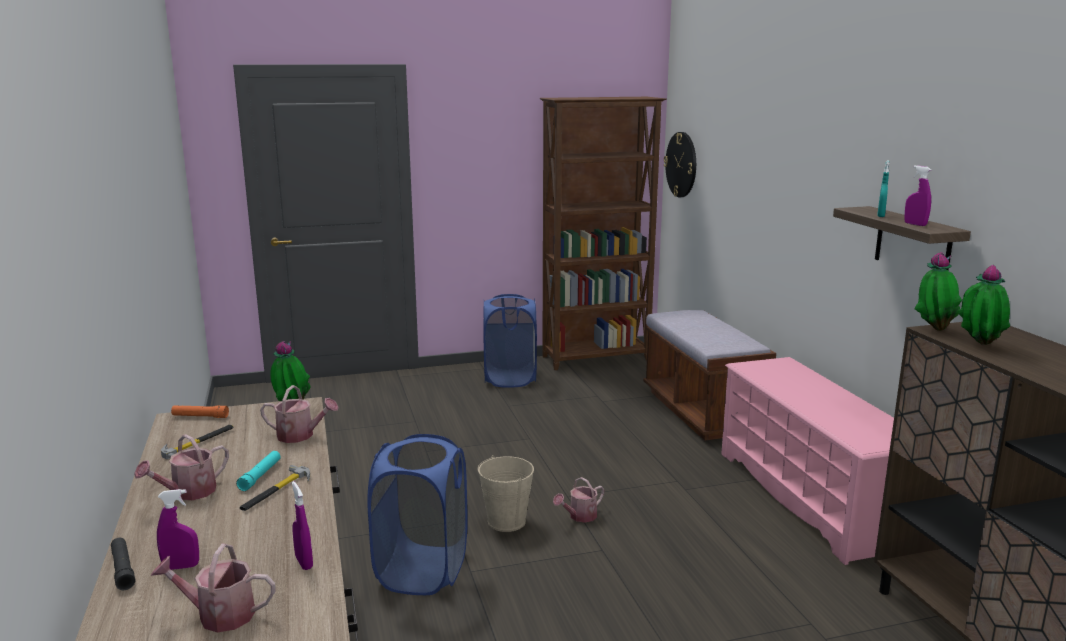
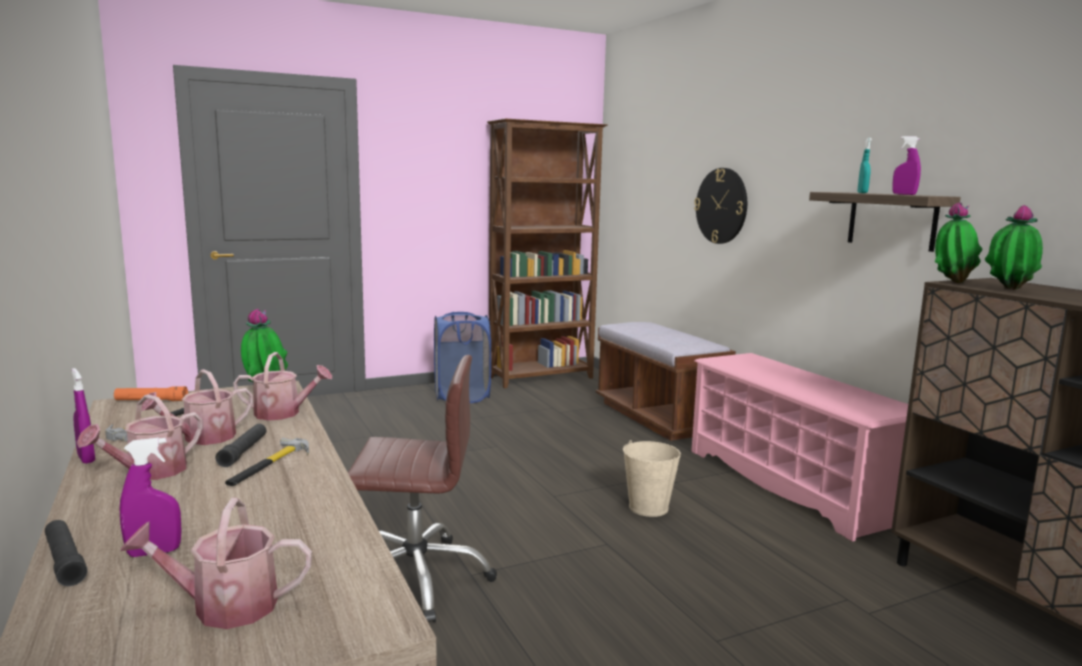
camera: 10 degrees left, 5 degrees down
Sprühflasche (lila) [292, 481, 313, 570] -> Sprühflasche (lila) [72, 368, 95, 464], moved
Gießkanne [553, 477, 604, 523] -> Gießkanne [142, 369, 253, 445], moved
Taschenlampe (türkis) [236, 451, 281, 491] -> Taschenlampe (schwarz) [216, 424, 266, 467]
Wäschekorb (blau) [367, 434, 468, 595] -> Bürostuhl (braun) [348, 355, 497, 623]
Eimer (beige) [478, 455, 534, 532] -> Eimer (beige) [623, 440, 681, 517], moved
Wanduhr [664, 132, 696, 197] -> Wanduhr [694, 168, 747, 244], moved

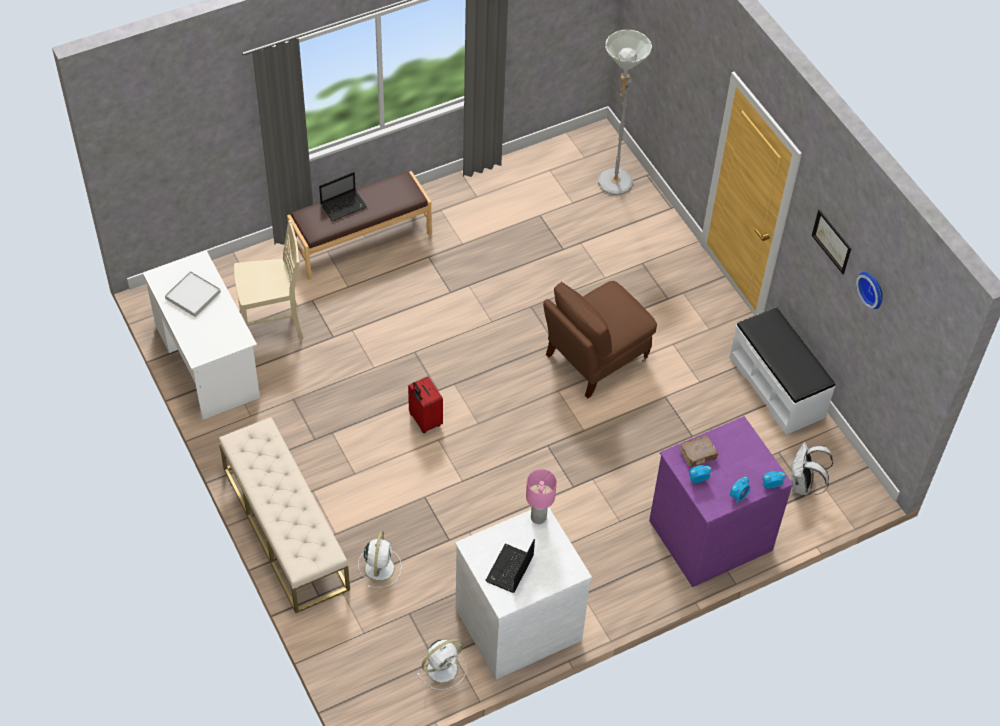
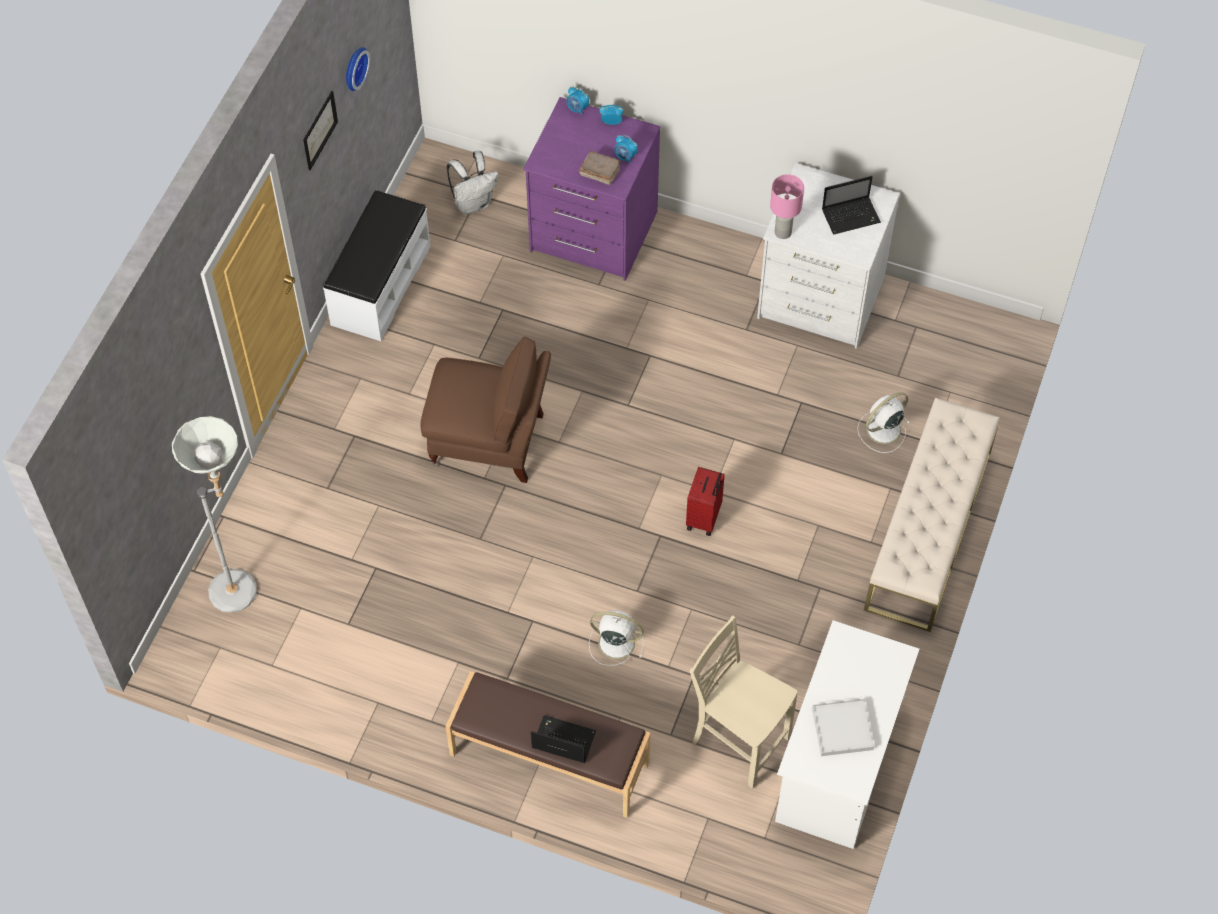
camera: 130 degrees left, 5 degrees up
Ventilator (weiß) [417, 639, 466, 690] -> Ventilator (weiß) [589, 610, 644, 666], moved

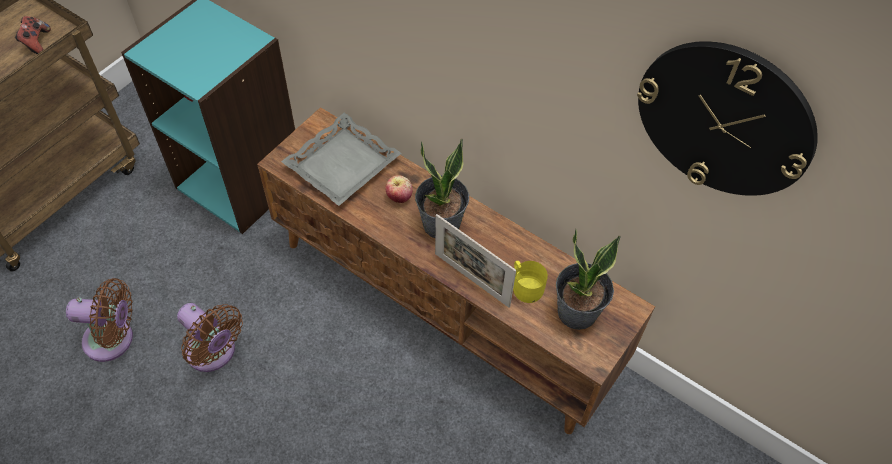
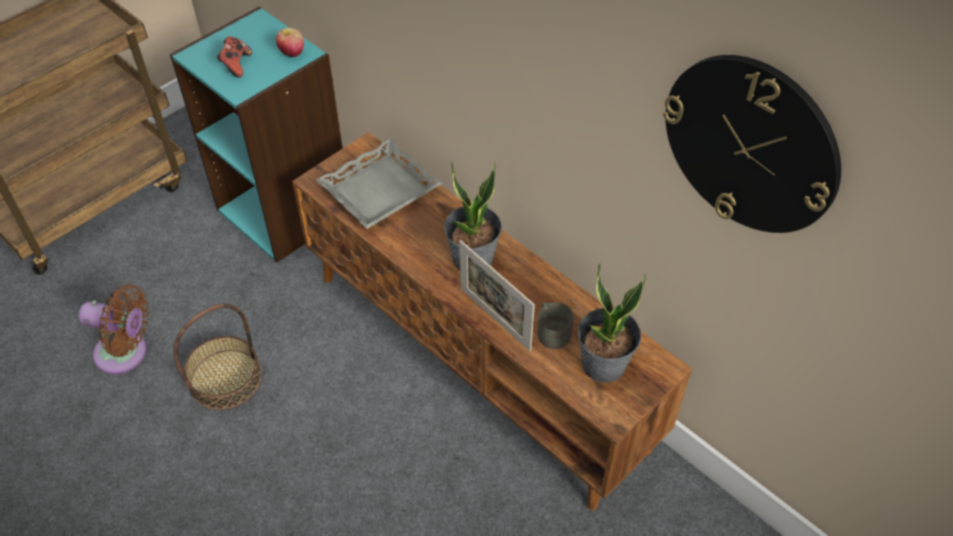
camera: 10 degrees right, 5 degrees down
Ventilator (braun) [177, 303, 243, 372] -> Korb [174, 304, 262, 410]
Gamepad [15, 16, 51, 54] -> Gamepad [217, 36, 252, 78], moved
Apfel [385, 175, 412, 203] -> Apfel [276, 27, 304, 57], moved
Henkelbecher (gelb) [513, 261, 548, 303] -> Henkelbecher (grau) [537, 302, 574, 349]

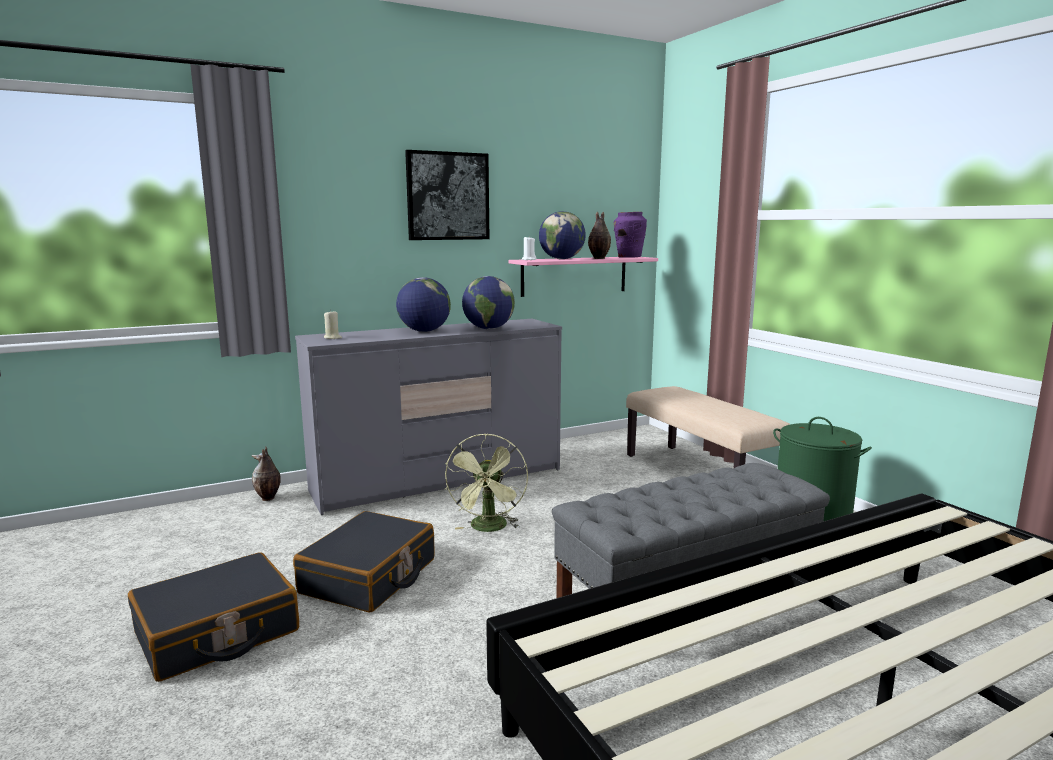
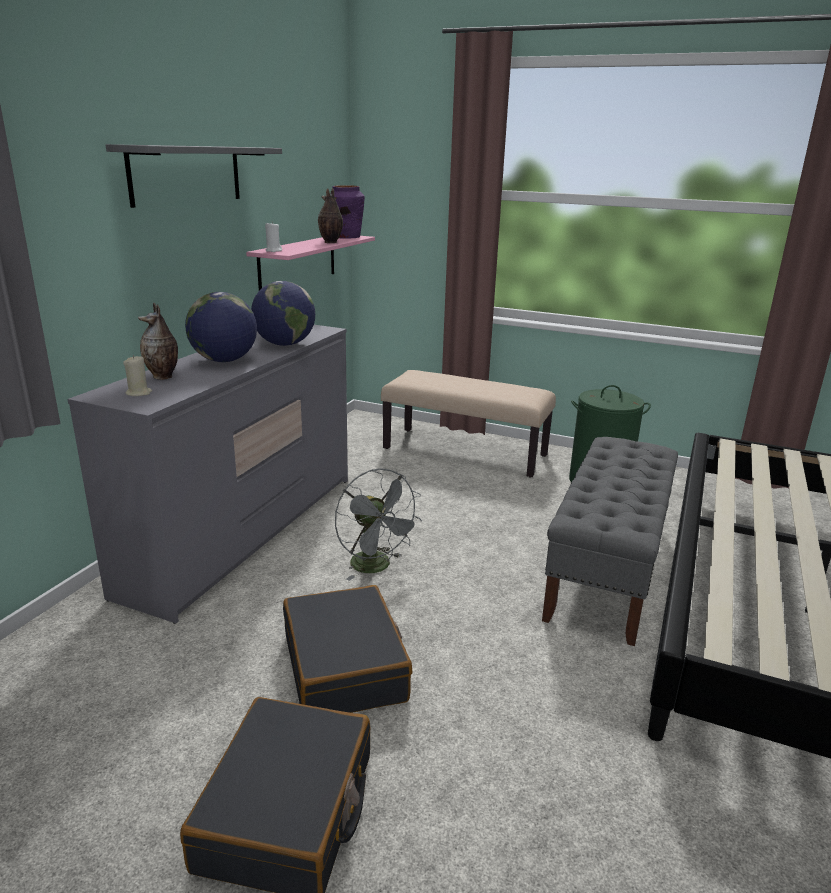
camera: 40 degrees left, 10 degrees up
Bild [405, 150, 490, 240] -> Wandregal (grau) [106, 144, 282, 208]
Vase [252, 446, 281, 501] -> Vase [138, 303, 178, 380], moved
Ventilator (grün) [445, 433, 528, 532] -> Ventilator (grau) [335, 469, 422, 581]
Globus [539, 211, 586, 259] -> none

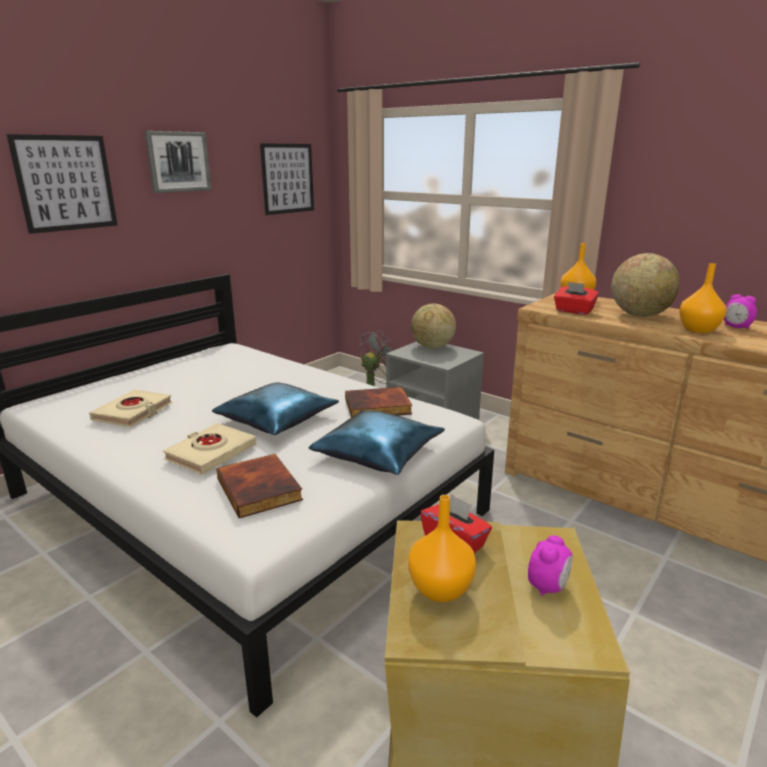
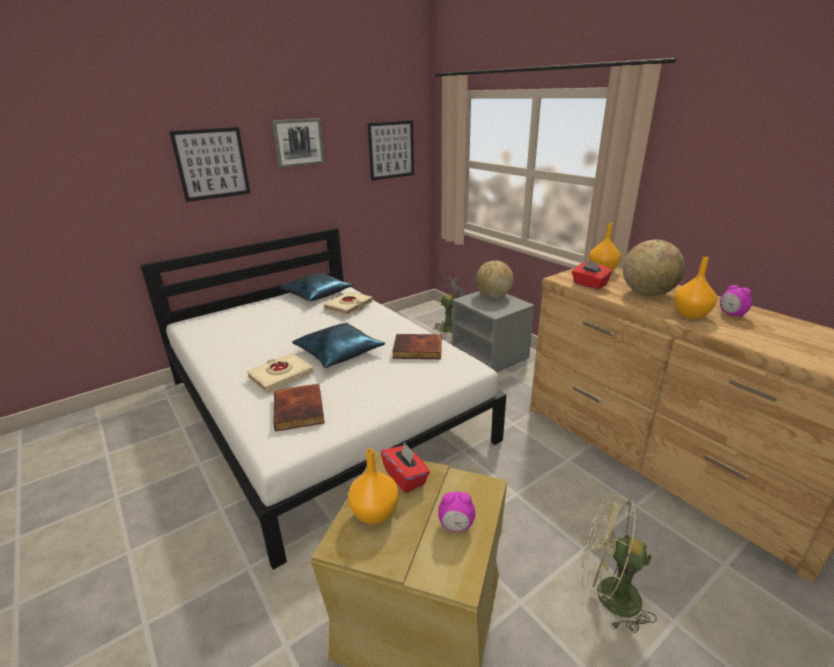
camera: 15 degrees right, 5 degrees up
Kissen (blau) [309, 410, 445, 475] -> Kissen (blau) [280, 273, 353, 301], moved
Buch (beige) [89, 390, 173, 427] -> Buch (beige) [324, 291, 373, 316], moved
Wecker [528, 535, 573, 596] -> Wecker [438, 492, 475, 532], 45 degrees clockwise
none -> Ventilator (grün) [582, 495, 657, 633]

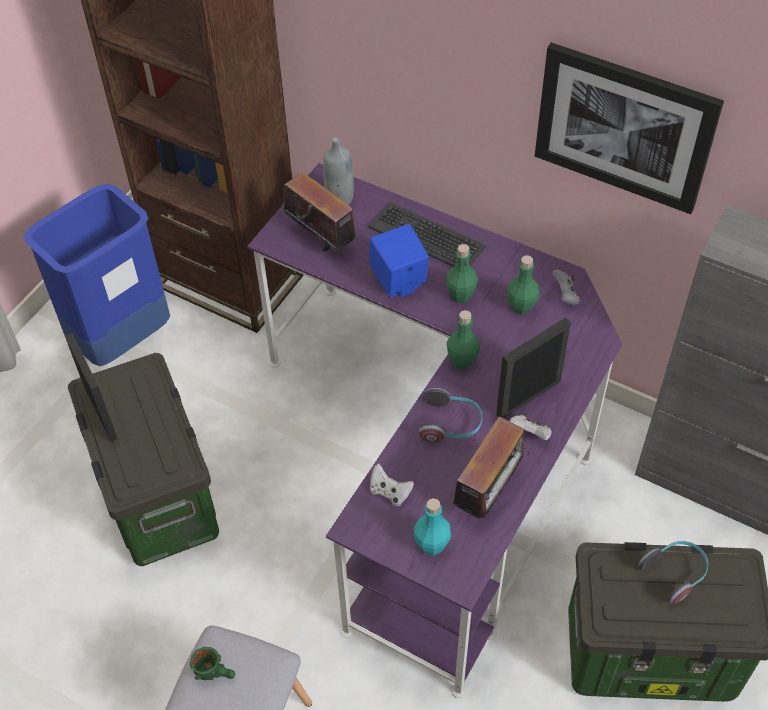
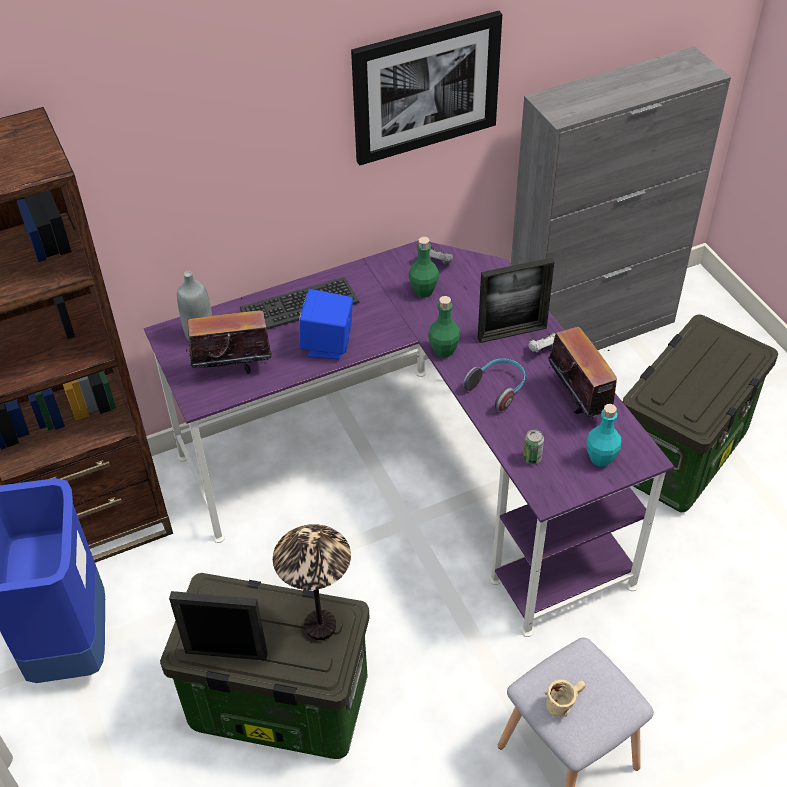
camera: 55 degrees left, 5 degrees down
none -> Tischlampe [273, 524, 351, 640]
Bilderrahmen [496, 317, 571, 418] -> Bilderrahmen [478, 257, 554, 343], 105 degrees counterclockwise
Gamepad (weiß) [370, 464, 414, 506] -> Dose [523, 430, 544, 465]
Henkelbecher (grün) [190, 647, 235, 680] -> Henkelbecher (beige) [545, 679, 586, 717]
Flasche (grün) [445, 244, 478, 303] -> none
Kopfhörer [638, 541, 709, 604] -> none

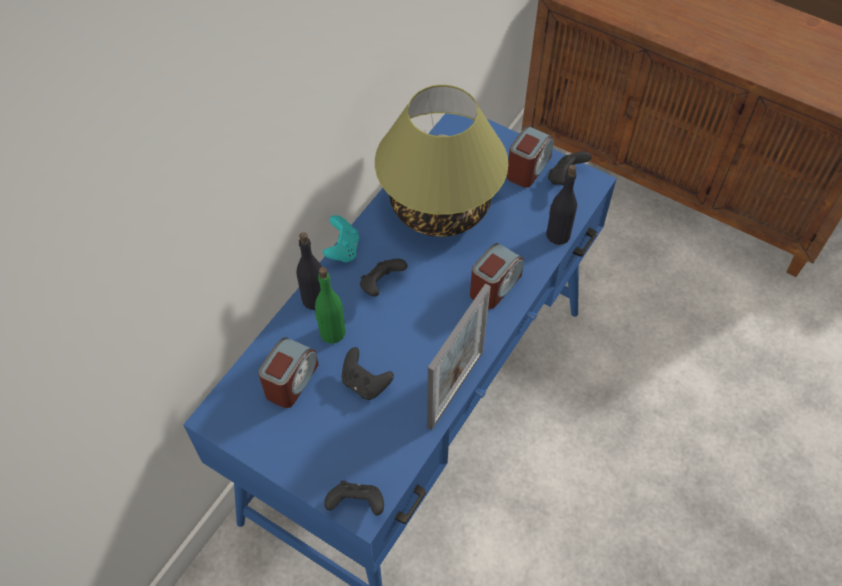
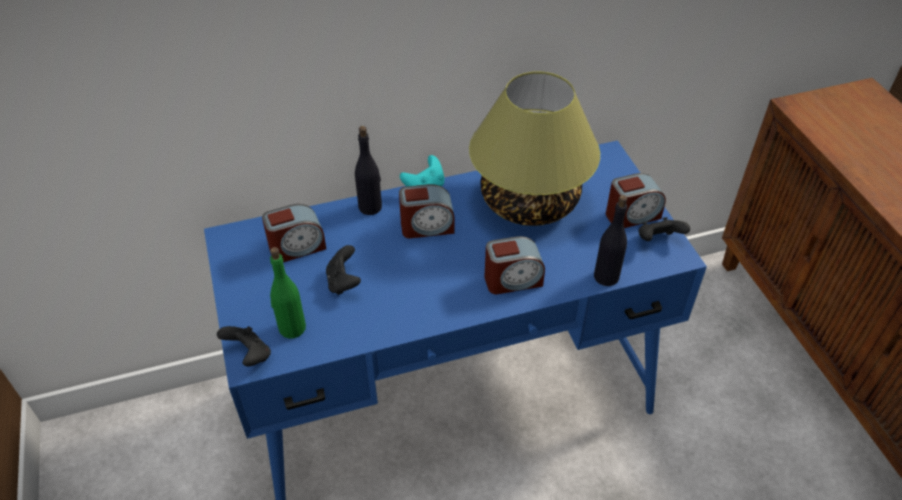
camera: 40 degrees right, 10 degrees down
Flasche (grün) [315, 267, 346, 343] -> Flasche (grün) [270, 247, 306, 338], moved
Gamepad (schwarz) [360, 259, 407, 296] -> Wecker [399, 184, 455, 238]
Bilderrahmen [427, 283, 491, 430] -> none

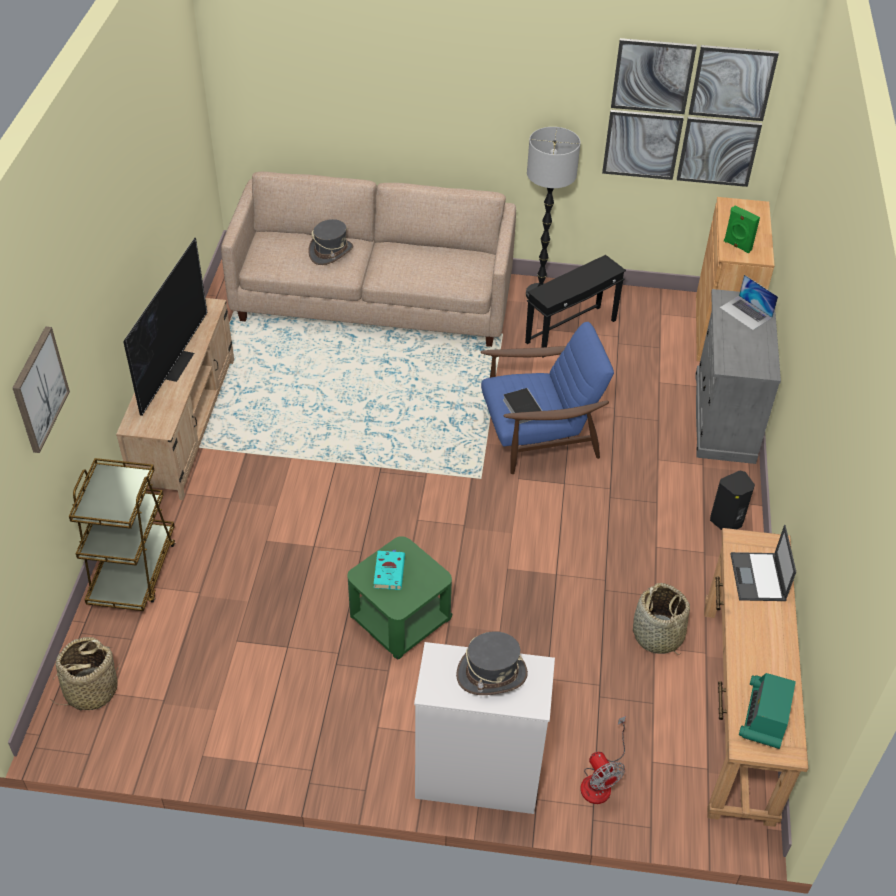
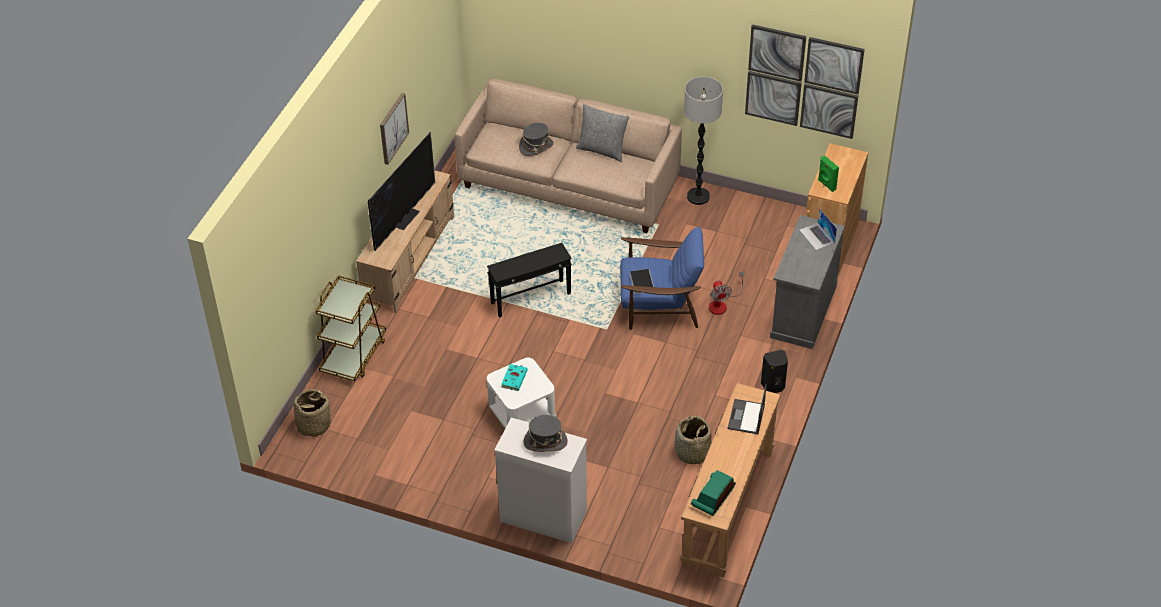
camera: 15 degrees right, 0 degrees up
Bild [13, 326, 70, 453] -> Bild [380, 93, 409, 165], moved
Beistelltisch (schwarz) [525, 255, 626, 358] -> Beistelltisch (schwarz) [487, 243, 572, 317], moved
Beistelltisch (grün) [348, 536, 453, 659] -> Beistelltisch (weiß) [487, 357, 557, 428]
none -> Kissen (grau) [576, 104, 629, 162]
Ventilator [580, 716, 626, 804] -> Ventilator [709, 271, 744, 315], moved

